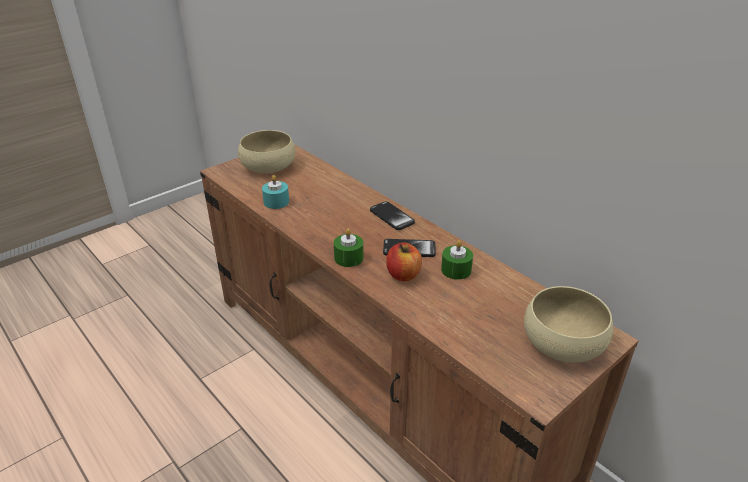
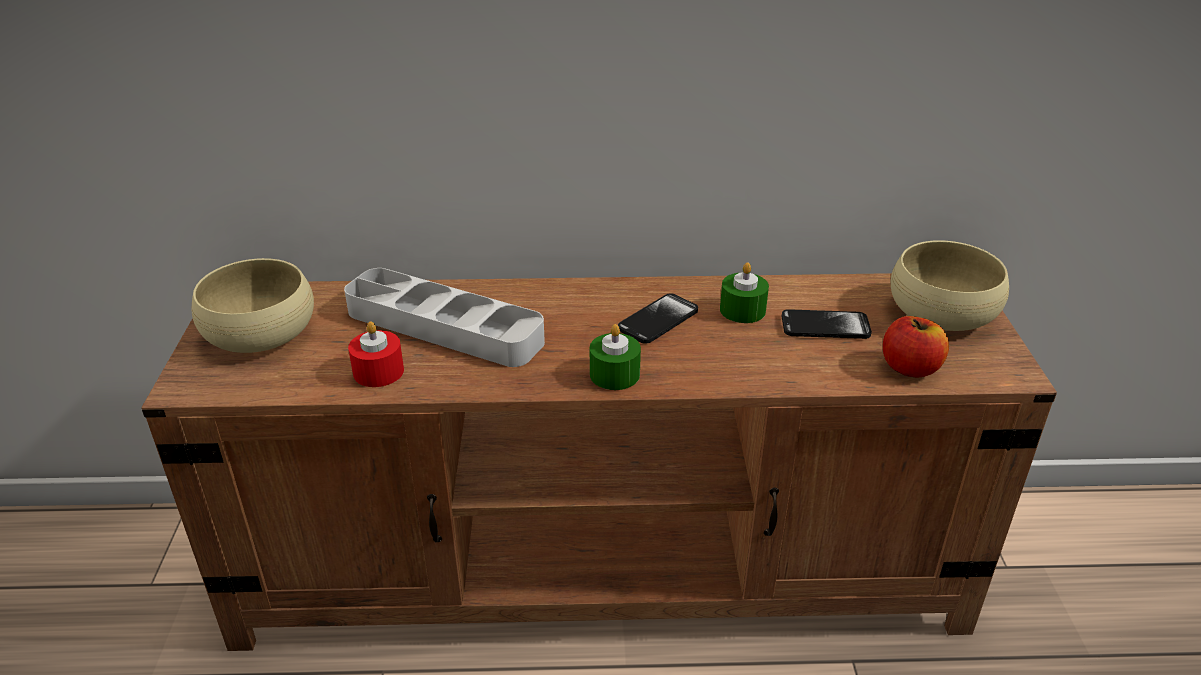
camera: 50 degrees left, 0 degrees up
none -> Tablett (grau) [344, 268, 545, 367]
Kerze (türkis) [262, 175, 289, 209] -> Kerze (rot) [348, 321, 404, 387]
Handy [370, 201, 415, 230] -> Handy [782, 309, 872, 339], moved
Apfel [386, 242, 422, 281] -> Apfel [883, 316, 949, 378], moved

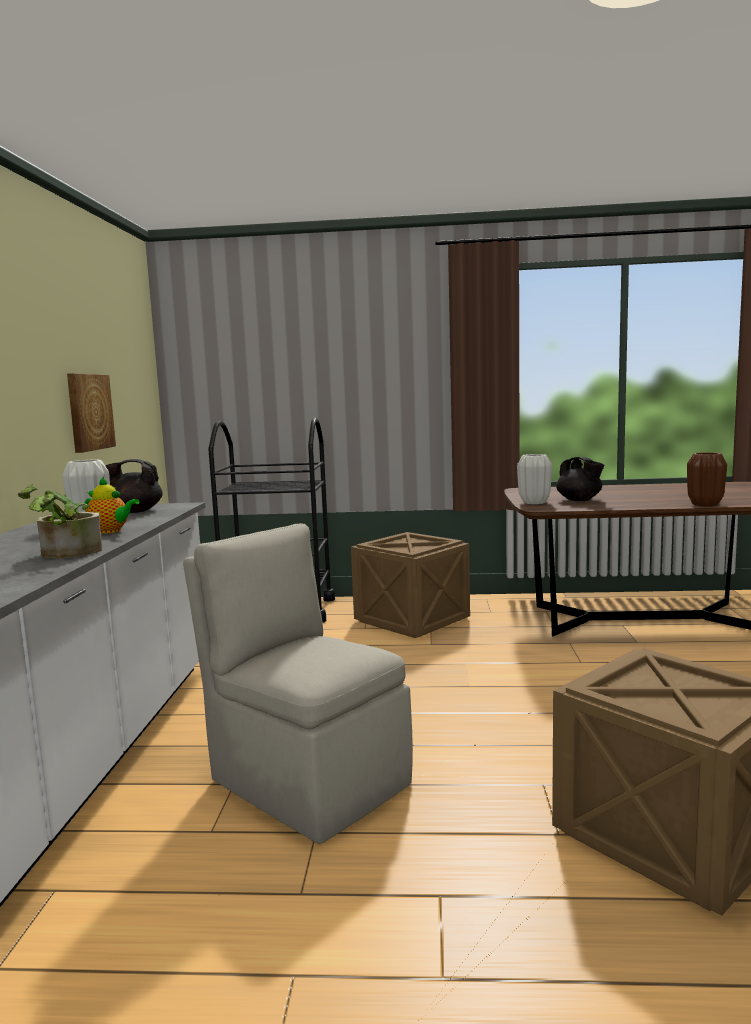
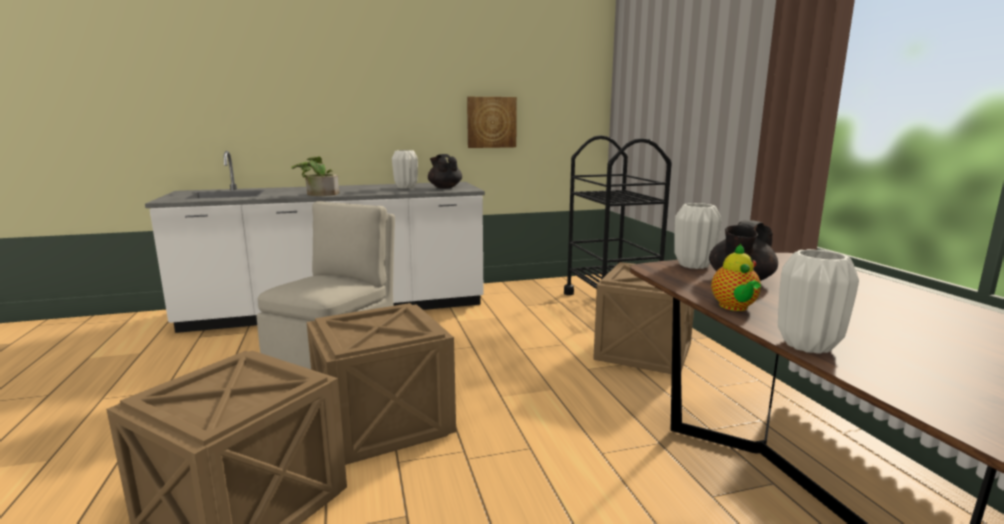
camera: 70 degrees right, 5 degrees up
none -> Kiste [307, 303, 456, 465]
Teekanne [85, 476, 140, 534] -> Teekanne [711, 244, 761, 311], moved
Vase (braun) [687, 452, 727, 507] -> Vase (weiß) [778, 249, 859, 354]

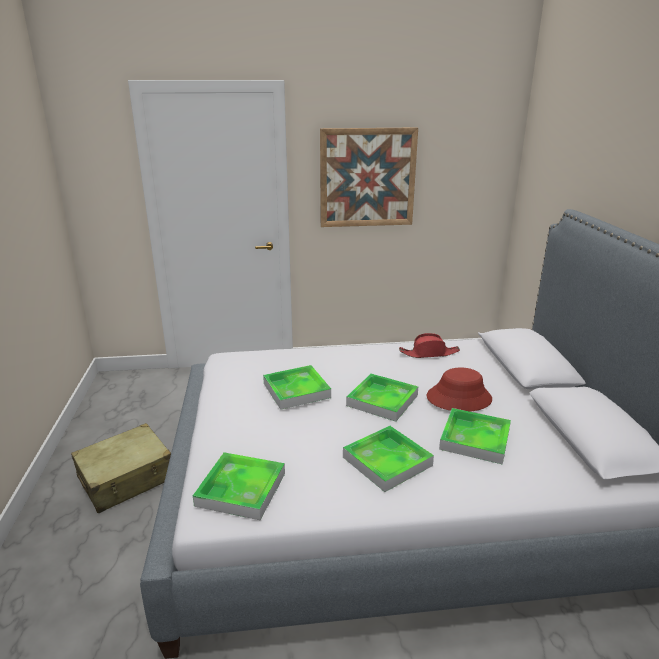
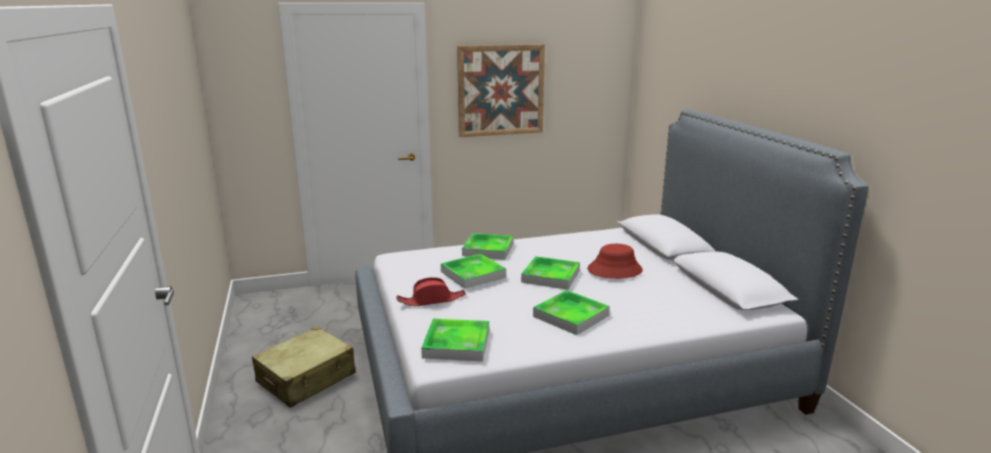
camera: 10 degrees left, 5 degrees down
Hut (rot) [399, 333, 460, 358] -> Hut (rot) [396, 277, 466, 306], moved
Tablett [439, 408, 511, 465] -> Tablett [462, 233, 514, 260], moved

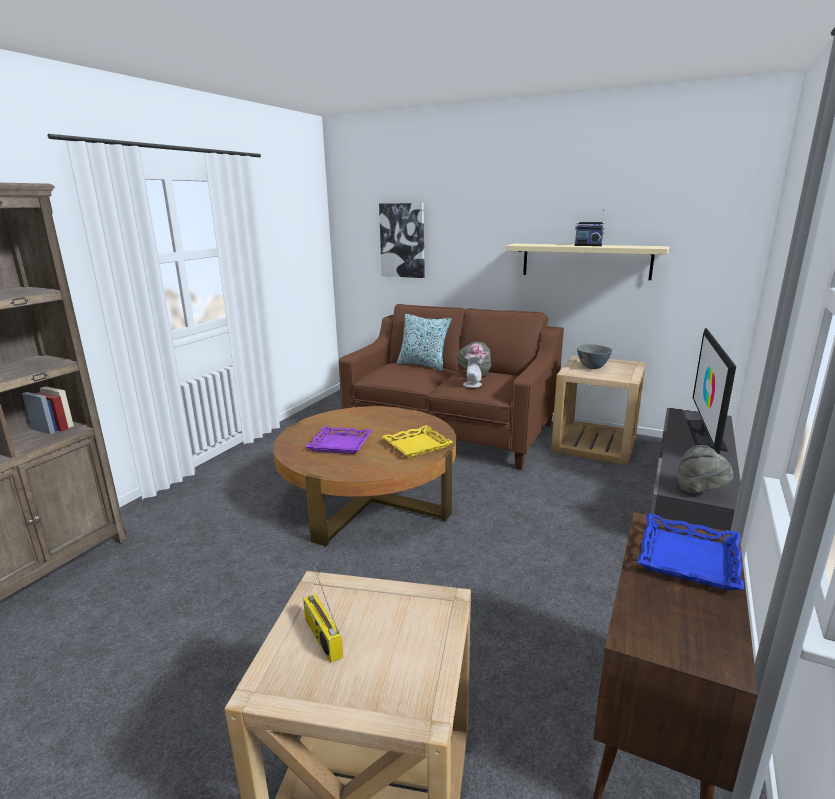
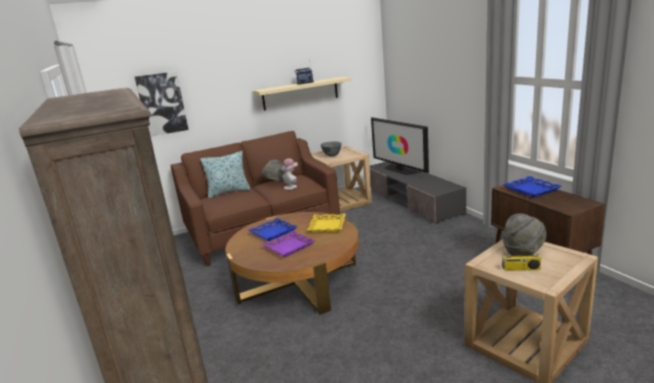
camera: 50 degrees left, 0 degrees up
none -> Tablett (blau) [248, 218, 297, 241]
Hut (grau) [677, 445, 734, 494] -> Hut (grau) [502, 213, 547, 256], moved

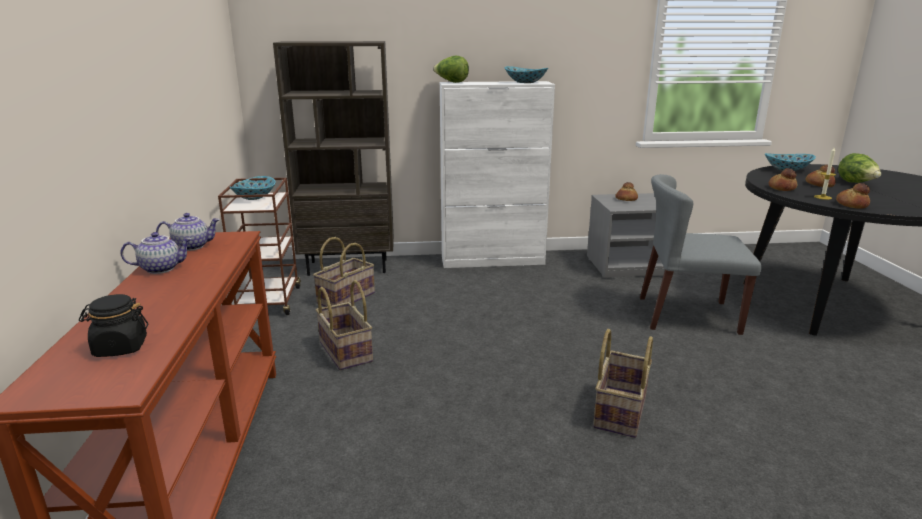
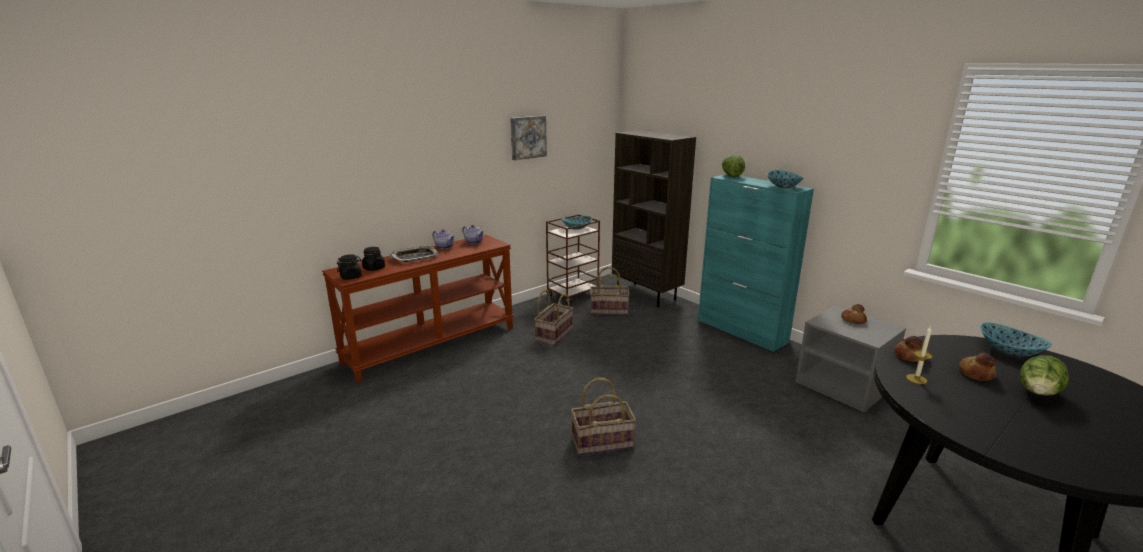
camera: 55 degrees right, 0 degrees up
none -> Vorratsglas (schwarz) [337, 254, 362, 280]
none -> Tablett [389, 245, 439, 262]
none -> Bild [511, 116, 547, 160]
Schrank (weiß) [440, 81, 555, 268] -> Schrank (türkis) [698, 174, 814, 352]
Stuhl (grau) [640, 174, 761, 335] -> none
Brot [836, 183, 870, 209] -> none

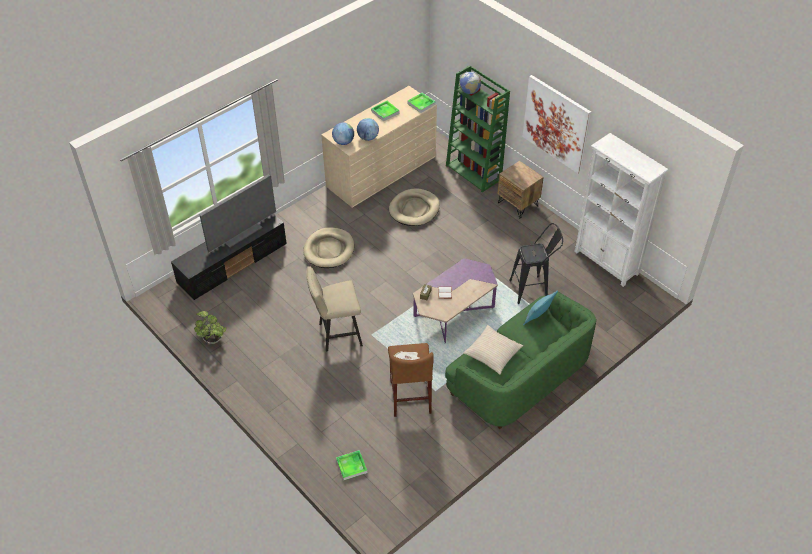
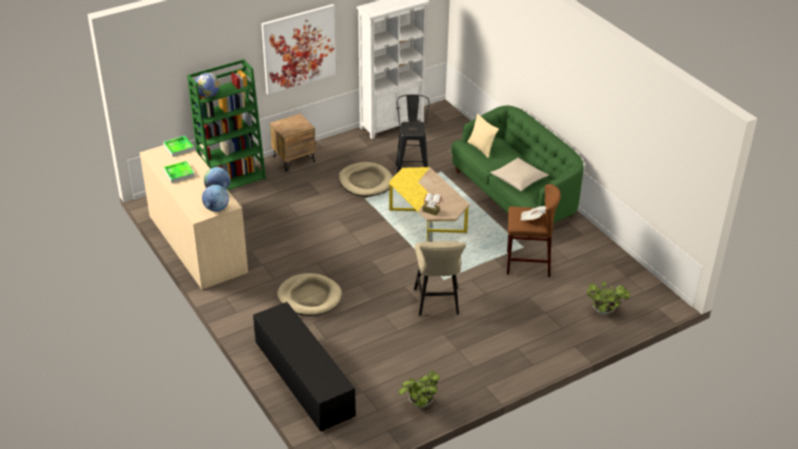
camera: 80 degrees left, 10 degrees down
Hundebett (beige) [389, 188, 440, 226] -> Hundebett (beige) [339, 162, 393, 197], moved
Couchtisch (lila) [413, 258, 498, 343] -> Couchtisch (gelb) [389, 167, 470, 242]
Kissen (türkis) [523, 290, 558, 325] -> Kissen (beige) [468, 114, 499, 158]
Tablett [336, 450, 367, 480] -> Topfpflanze [587, 281, 630, 315]
Fernseher [199, 175, 276, 253] -> none

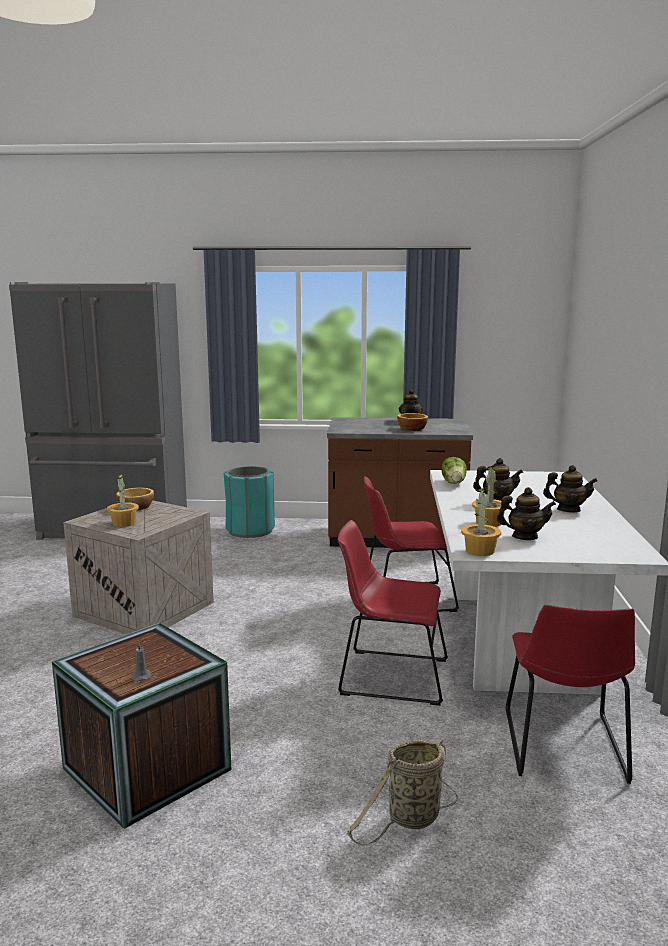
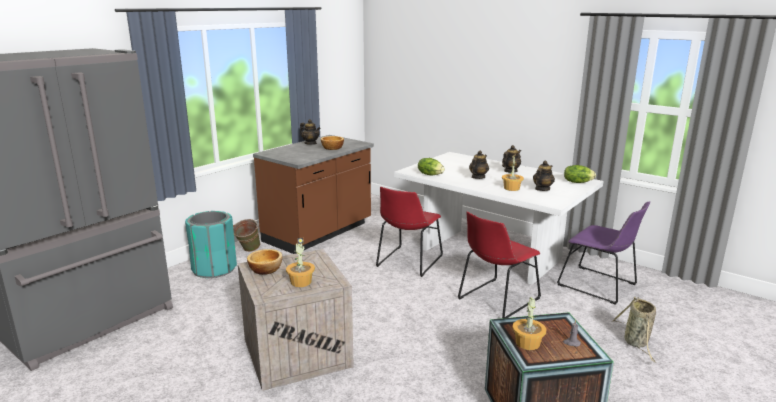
camera: 55 degrees left, 5 degrees up
none -> Eimer (grün) [233, 219, 260, 252]
Topfpflanze [461, 488, 501, 556] -> Topfpflanze [513, 297, 546, 350], moved
Stuhl (rot) [506, 604, 635, 784] -> Stuhl (lila) [557, 201, 650, 305]
none -> Salatkopf [564, 165, 596, 183]

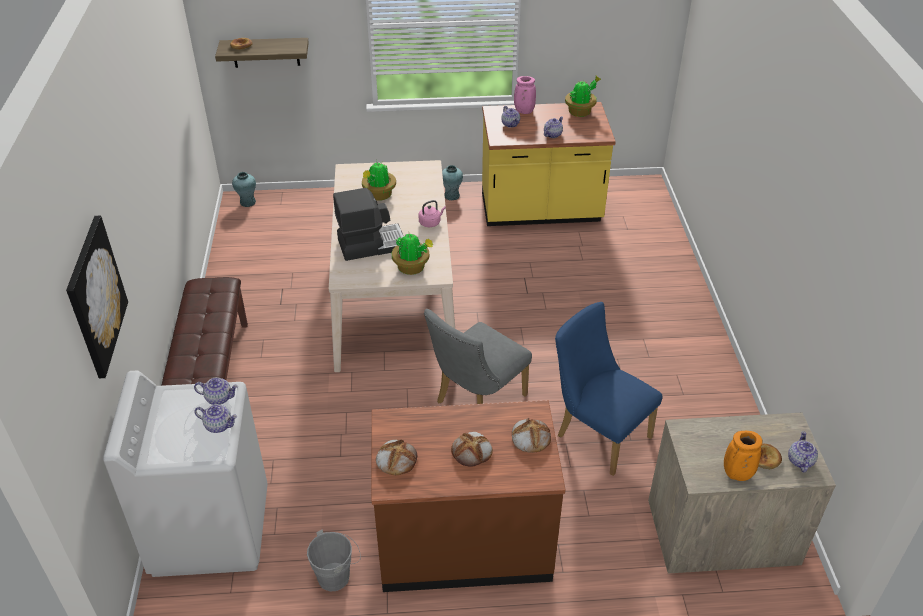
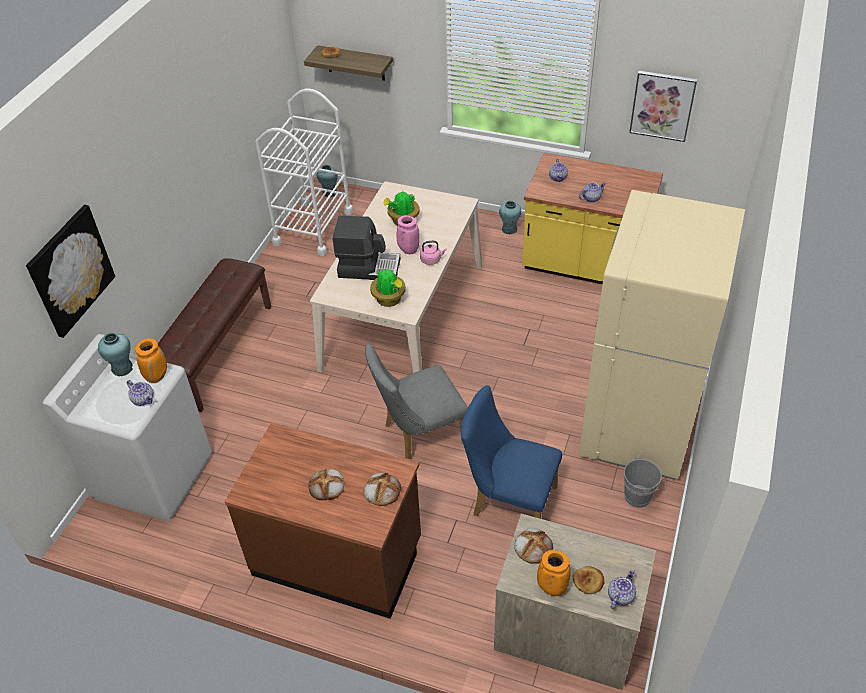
camera: 25 degrees right, 5 degrees up
none -> Vase (türkis) [98, 332, 133, 376]
Teekanne [194, 377, 238, 405] -> Vase (orange) [135, 338, 167, 383]
none -> Rollwagen (weiß) [255, 89, 353, 256]
Vase (rosa) [514, 76, 536, 114] -> Vase (rosa) [396, 215, 420, 254], moved
Stuhl (blau) [555, 302, 662, 476] -> Stuhl (blau) [461, 385, 562, 519], 45 degrees counterclockwise
Brot [376, 440, 417, 476] -> Brot [514, 528, 553, 563], moved
none -> Kühlschrank (beige) [579, 190, 745, 480]
Eimer (grau) [307, 530, 361, 591] -> Eimer (grau) [624, 456, 667, 508], moved
none -> Bild [629, 71, 697, 142]
Topfpflanze [565, 76, 602, 117] -> none

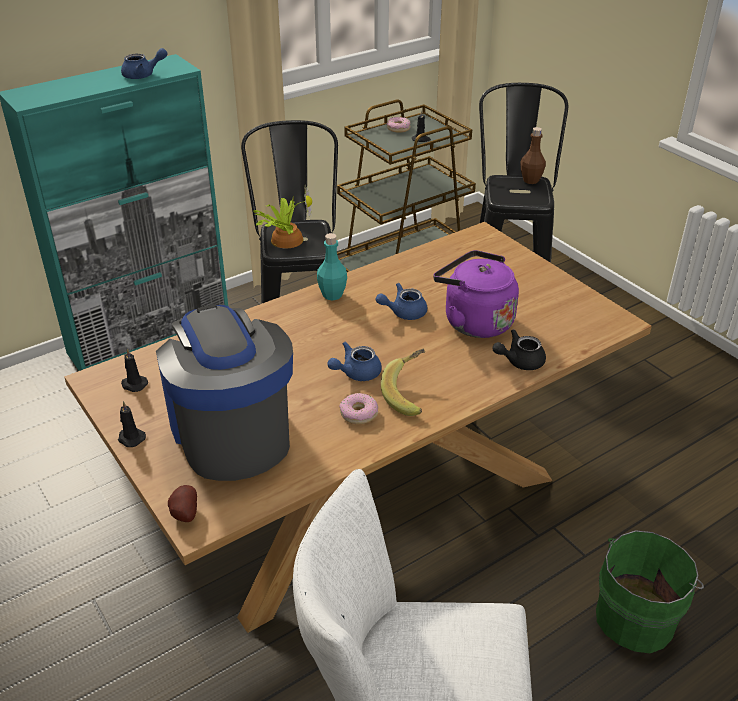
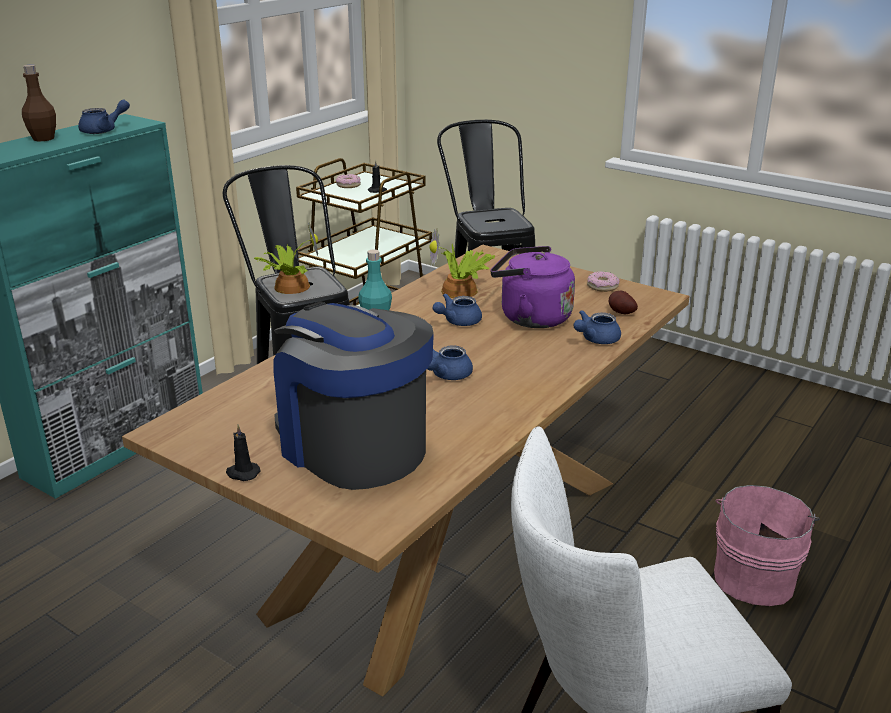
camera: 20 degrees left, 10 degrees down
Flasche (braun) [520, 127, 546, 184] -> Flasche (braun) [22, 65, 56, 141], moved
none -> Topfpflanze [430, 229, 495, 298]
Teekanne (schwarz) [492, 329, 546, 370] -> Teekanne (blau) [573, 310, 621, 344]
Donut [339, 393, 378, 424] -> Donut [587, 271, 620, 292], moved
Kartoffel [168, 485, 197, 522] -> Kartoffel [609, 291, 638, 314], moved
Eimer (grün) [596, 530, 704, 653] -> Eimer (rosa) [714, 485, 820, 606]
Kerze (schwarz) [121, 348, 148, 392] -> none
Banane [381, 349, 425, 416] -> none

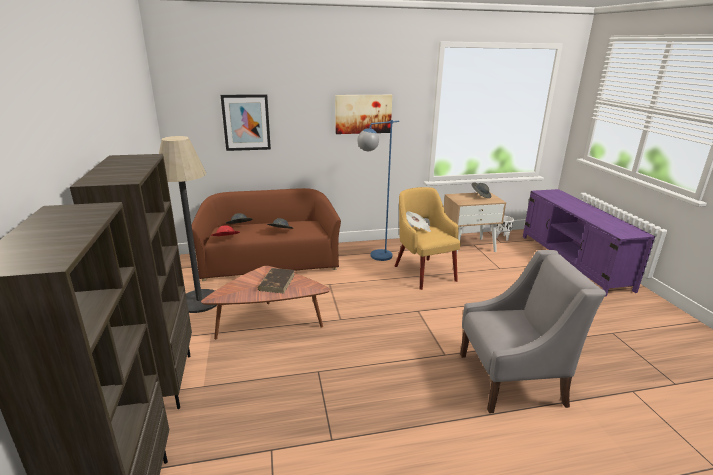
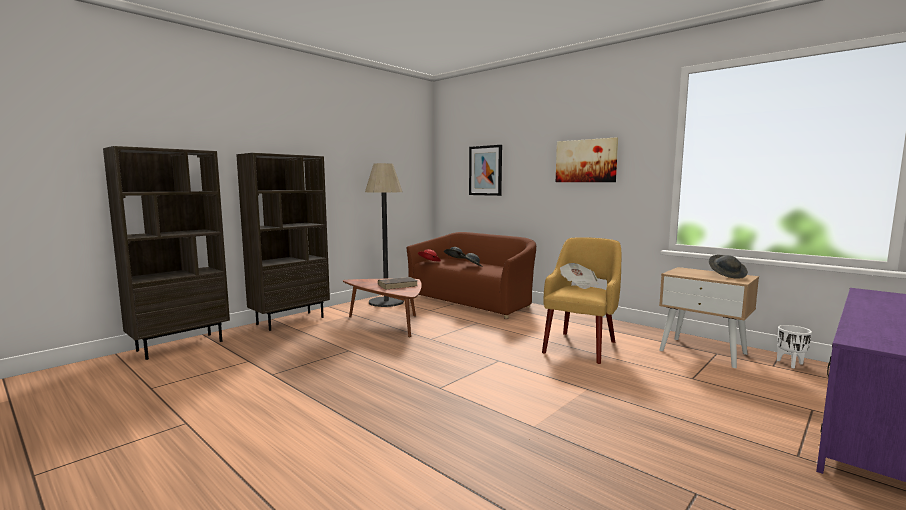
camera: 55 degrees right, 15 degrees down
Stehlampe (blau) [357, 120, 399, 261] -> none
Sessel (grau) [460, 250, 606, 413] -> none

